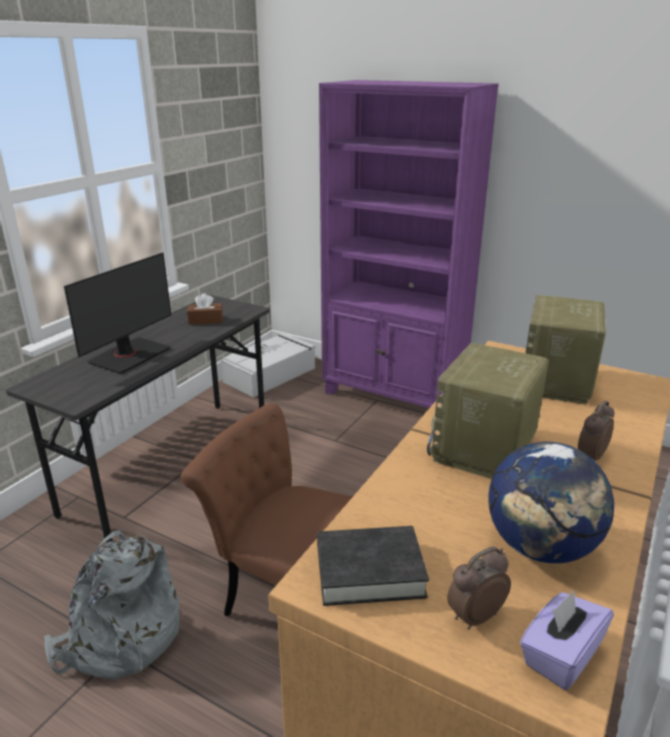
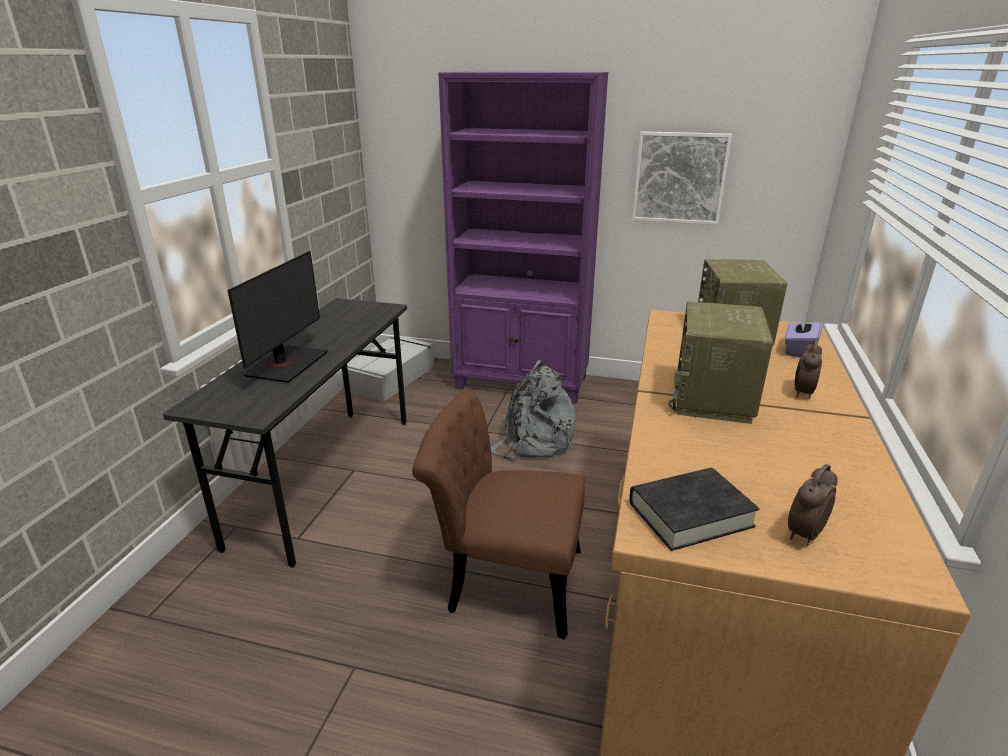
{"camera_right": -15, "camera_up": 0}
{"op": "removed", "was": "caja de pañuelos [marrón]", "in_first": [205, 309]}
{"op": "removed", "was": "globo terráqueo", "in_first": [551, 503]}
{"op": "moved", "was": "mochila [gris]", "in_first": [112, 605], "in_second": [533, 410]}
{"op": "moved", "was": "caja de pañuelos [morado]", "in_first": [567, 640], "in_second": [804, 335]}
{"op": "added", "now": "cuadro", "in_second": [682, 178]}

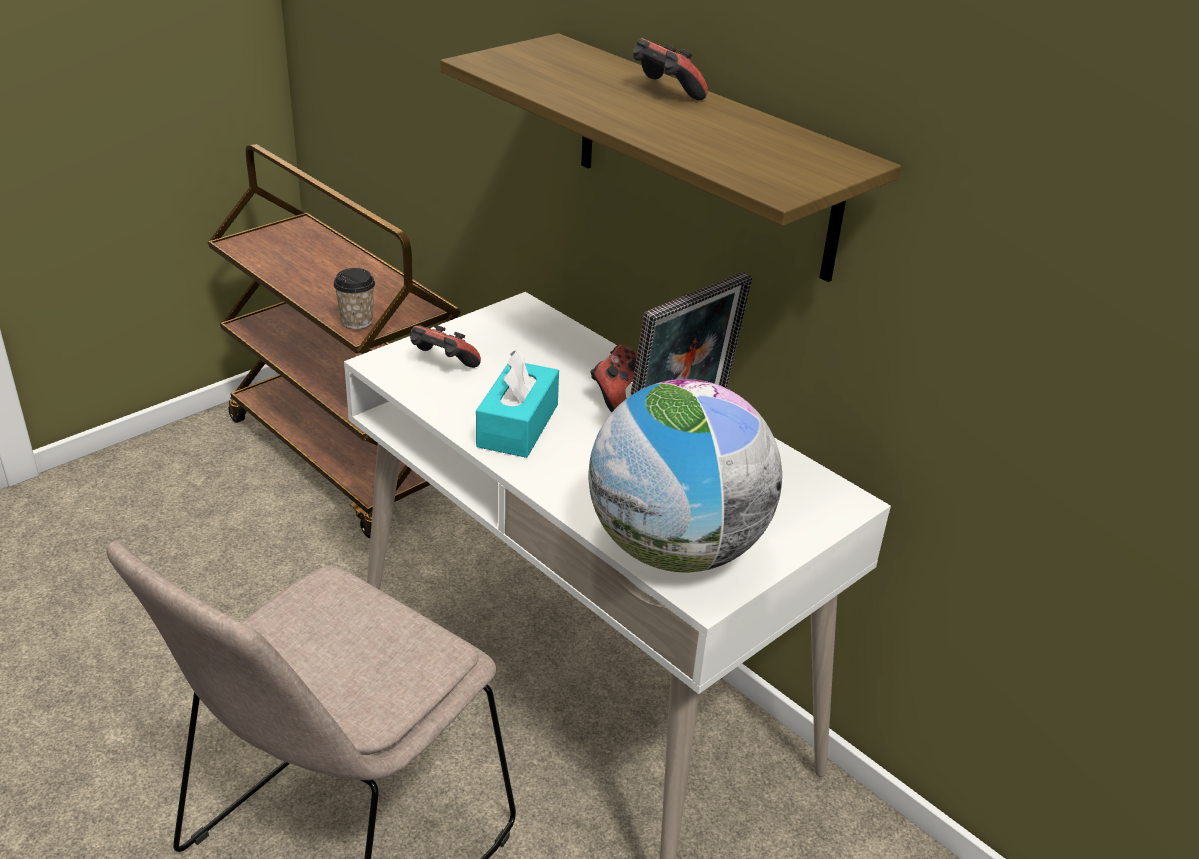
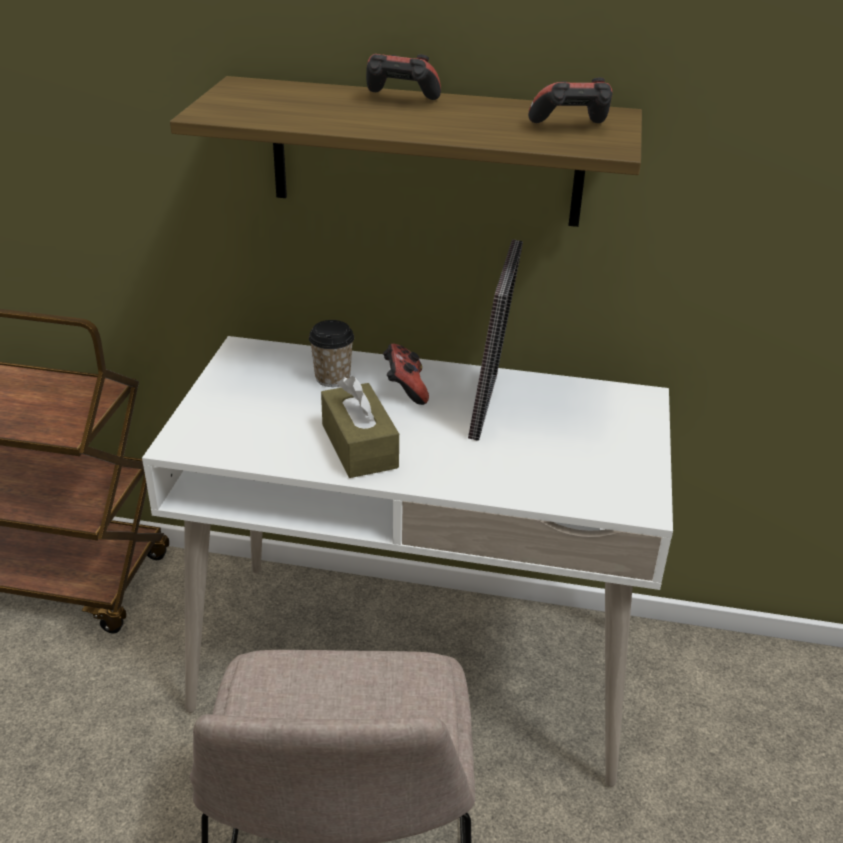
{"camera_right": -35, "camera_up": 0}
{"op": "moved", "was": "taza", "in_first": [354, 298], "in_second": [331, 353]}
{"op": "moved", "was": "mando de consola", "in_first": [445, 346], "in_second": [570, 100]}
{"op": "recoloured", "was": "caja de pañuelos [turquesa]", "now": "caja de pañuelos [marrón]", "in_first": [517, 404], "in_second": [360, 427]}
{"op": "removed", "was": "globo terráqueo", "in_first": [685, 475]}

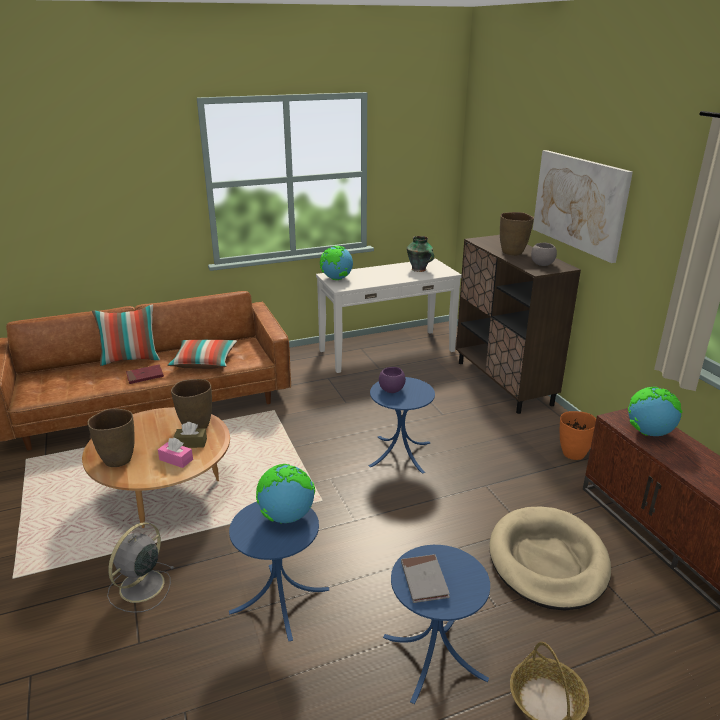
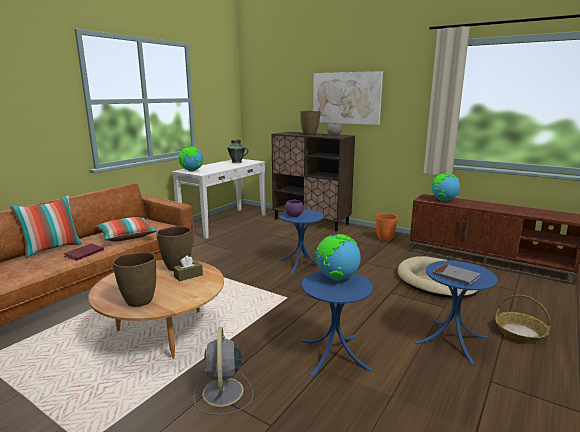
{"camera_right": -35, "camera_up": -10}
{"op": "removed", "was": "caja de pañuelos [rosa]", "in_first": [175, 453]}

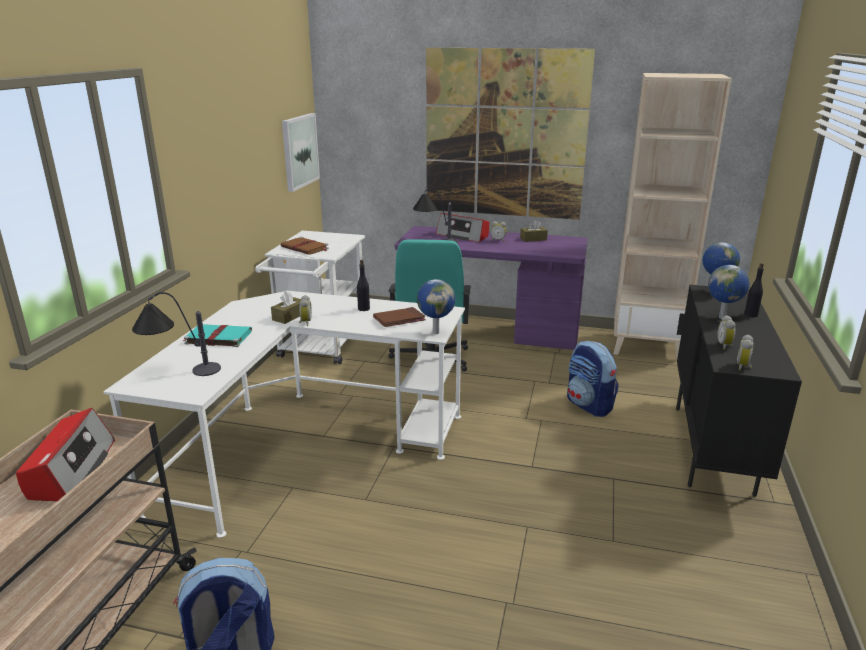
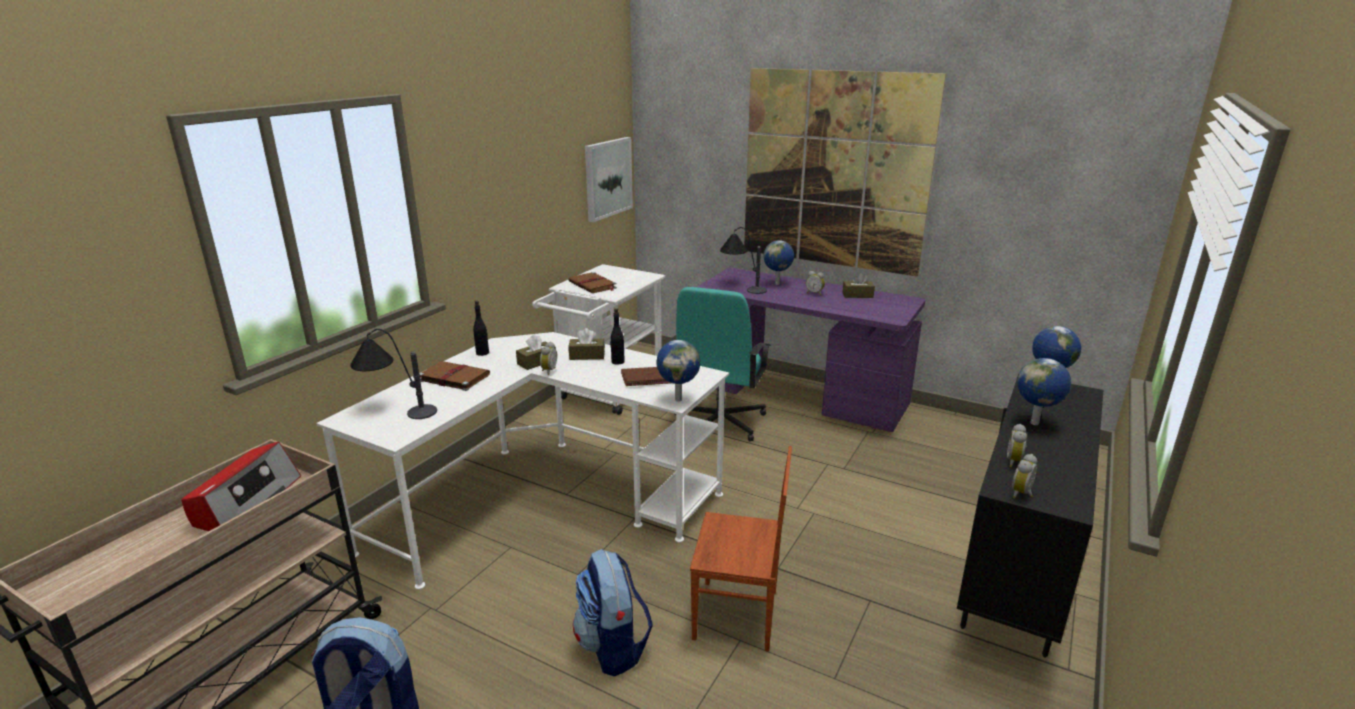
{"camera_right": 15, "camera_up": 0}
{"op": "removed", "was": "estantería [beis]", "in_first": [673, 216]}
{"op": "replaced", "was": "radio", "now": "globo terráqueo", "in_first": [462, 227], "in_second": [779, 262]}
{"op": "moved", "was": "botella [negro]", "in_first": [754, 290], "in_second": [481, 328]}
{"op": "recoloured", "was": "libro [turquesa]", "now": "libro [marrón]", "in_first": [217, 335], "in_second": [454, 376]}
{"op": "moved", "was": "mochila", "in_first": [593, 379], "in_second": [613, 612]}
{"op": "added", "now": "caja de pañuelos [marrón]", "in_second": [586, 344]}
{"op": "added", "now": "silla [marrón]", "in_second": [741, 548]}

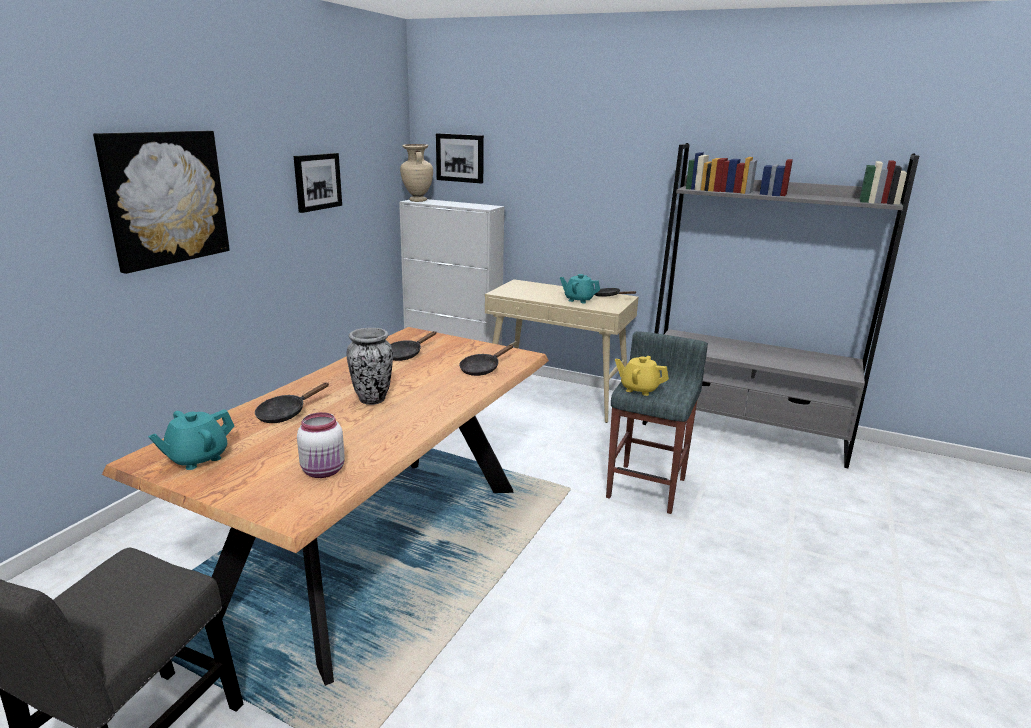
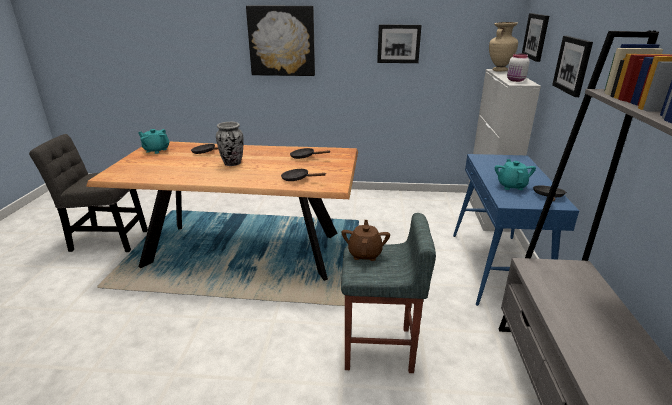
{"camera_right": 70, "camera_up": 5}
{"op": "recoloured", "was": "mesa consola [beis]", "now": "mesa consola [azul]", "in_first": [562, 351], "in_second": [516, 230]}
{"op": "recoloured", "was": "tetera [amarillo]", "now": "tetera [marrón]", "in_first": [642, 376], "in_second": [366, 240]}
{"op": "moved", "was": "tarro [blanco]", "in_first": [321, 445], "in_second": [518, 67]}
{"op": "added", "now": "cuadro", "in_second": [572, 66]}

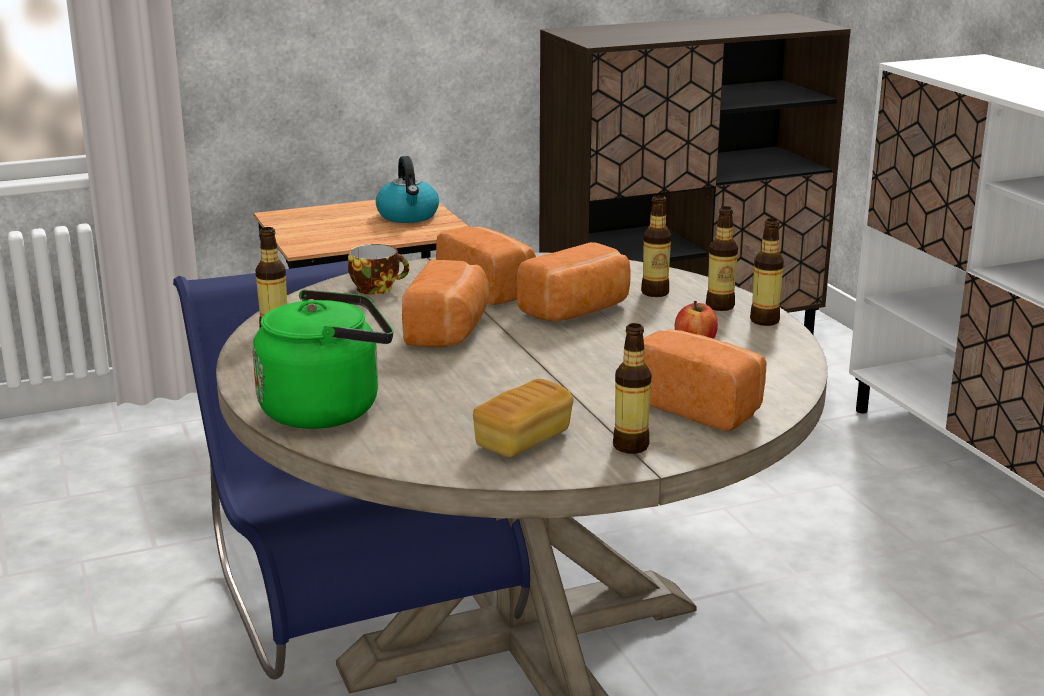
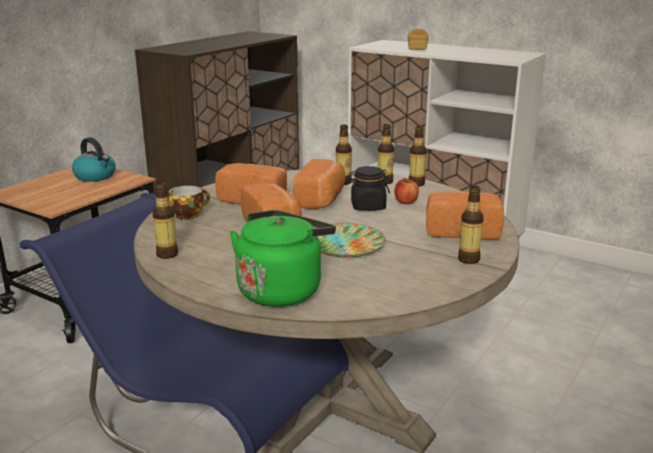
{"camera_right": -35, "camera_up": 0}
{"op": "moved", "was": "pan", "in_first": [523, 418], "in_second": [418, 39]}
{"op": "added", "now": "tarro [negro]", "in_second": [368, 188]}
{"op": "added", "now": "plato", "in_second": [350, 240]}

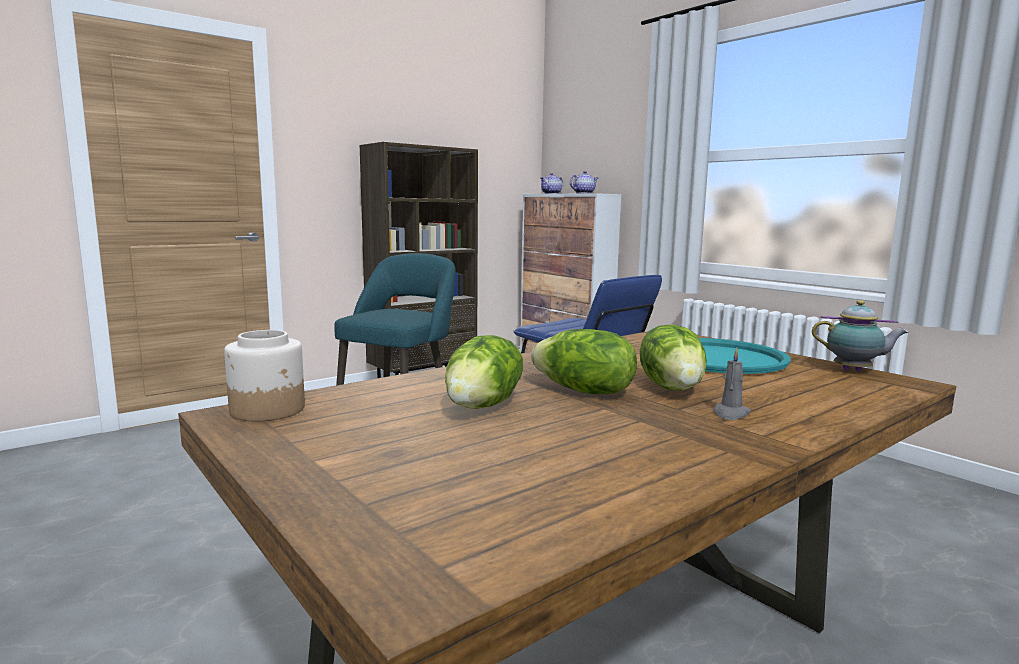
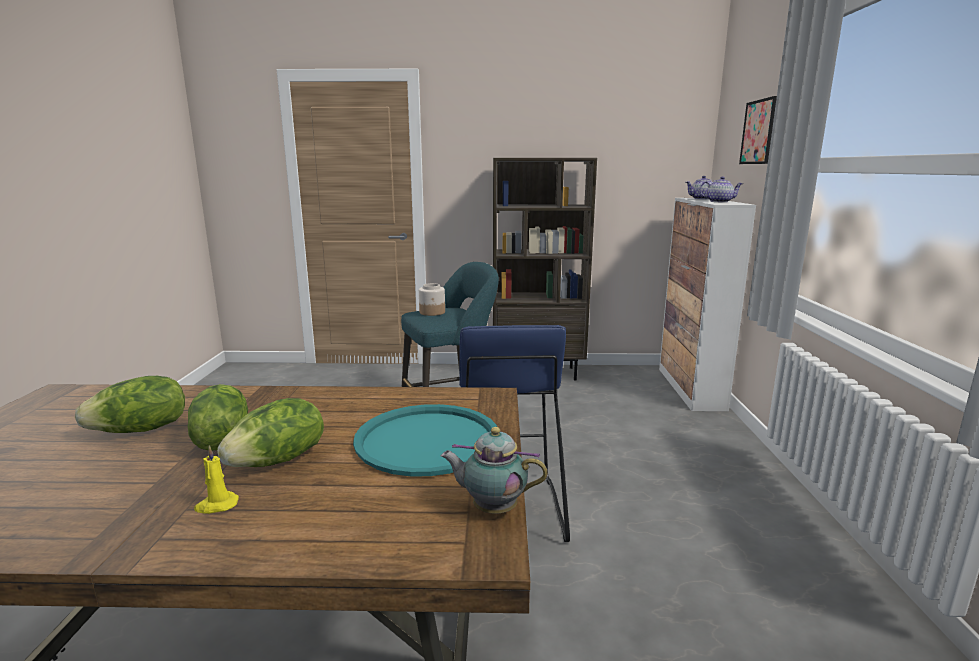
{"camera_right": 40, "camera_up": 5}
{"op": "turned", "was": "tetera", "in_first": [860, 336], "in_second": [494, 470], "clockwise": 135}
{"op": "moved", "was": "tarro", "in_first": [264, 375], "in_second": [432, 299]}
{"op": "recoloured", "was": "vela [gris]", "now": "vela [amarillo]", "in_first": [732, 383], "in_second": [216, 480]}
{"op": "added", "now": "cuadro", "in_second": [758, 130]}

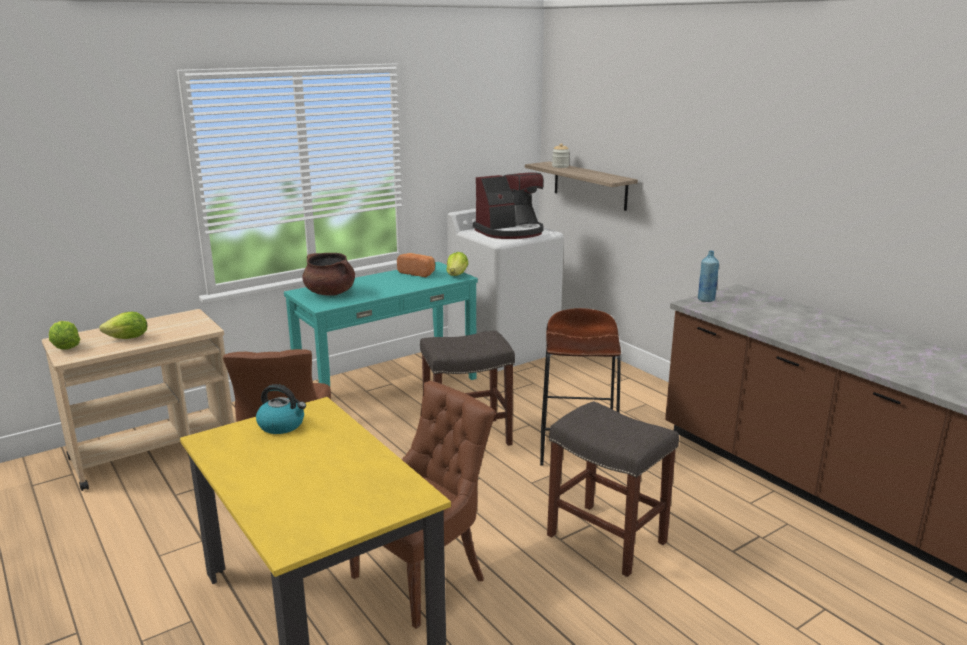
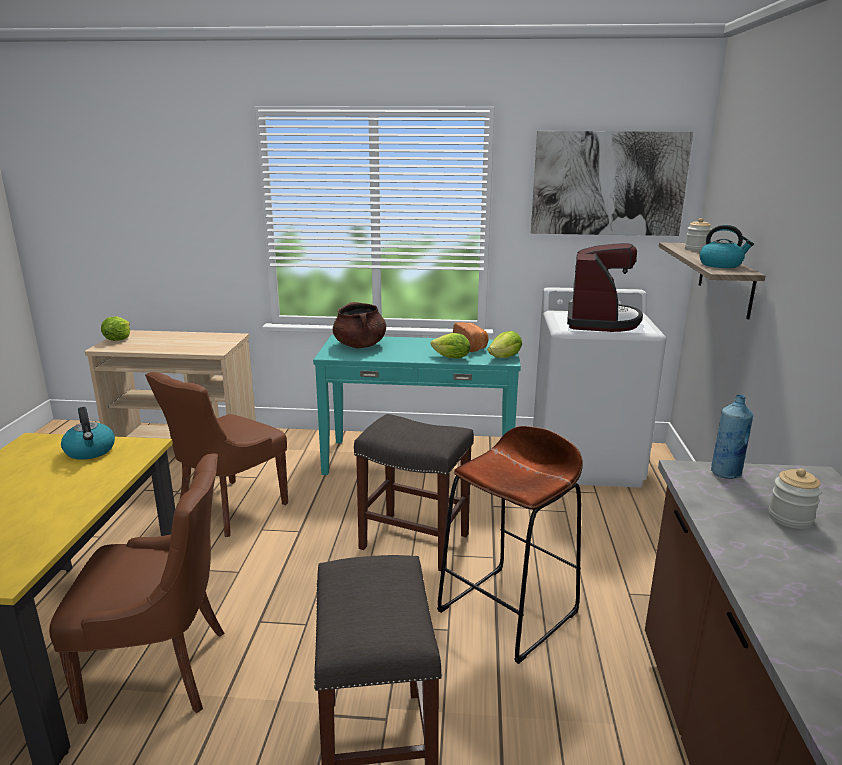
{"camera_right": 40, "camera_up": 0}
{"op": "turned", "was": "cafetera", "in_first": [508, 205], "in_second": [605, 287], "clockwise": -90}
{"op": "moved", "was": "lechuga", "in_first": [123, 325], "in_second": [450, 346]}
{"op": "added", "now": "cuadro", "in_second": [612, 183]}
{"op": "added", "now": "hervidor", "in_second": [726, 246]}
{"op": "added", "now": "tarro", "in_second": [795, 498]}

